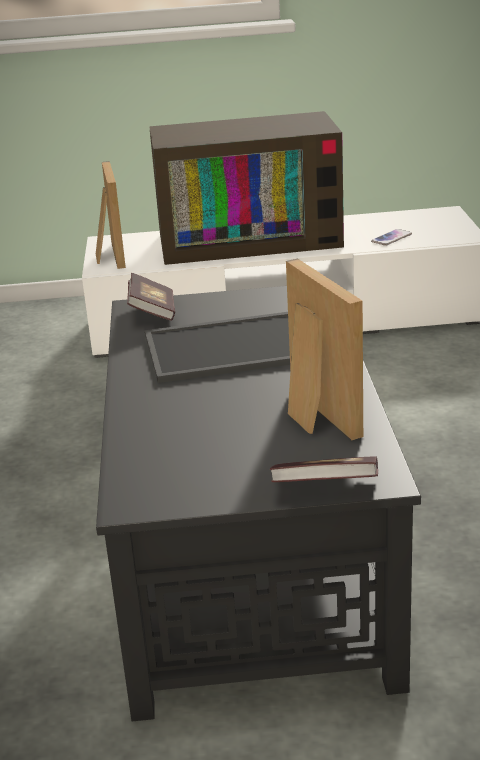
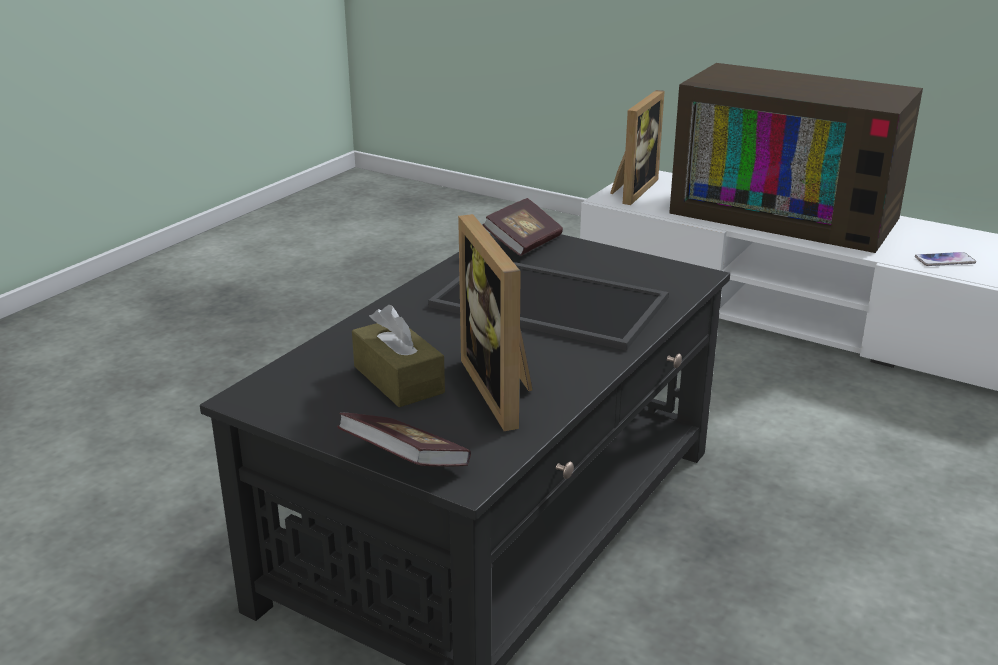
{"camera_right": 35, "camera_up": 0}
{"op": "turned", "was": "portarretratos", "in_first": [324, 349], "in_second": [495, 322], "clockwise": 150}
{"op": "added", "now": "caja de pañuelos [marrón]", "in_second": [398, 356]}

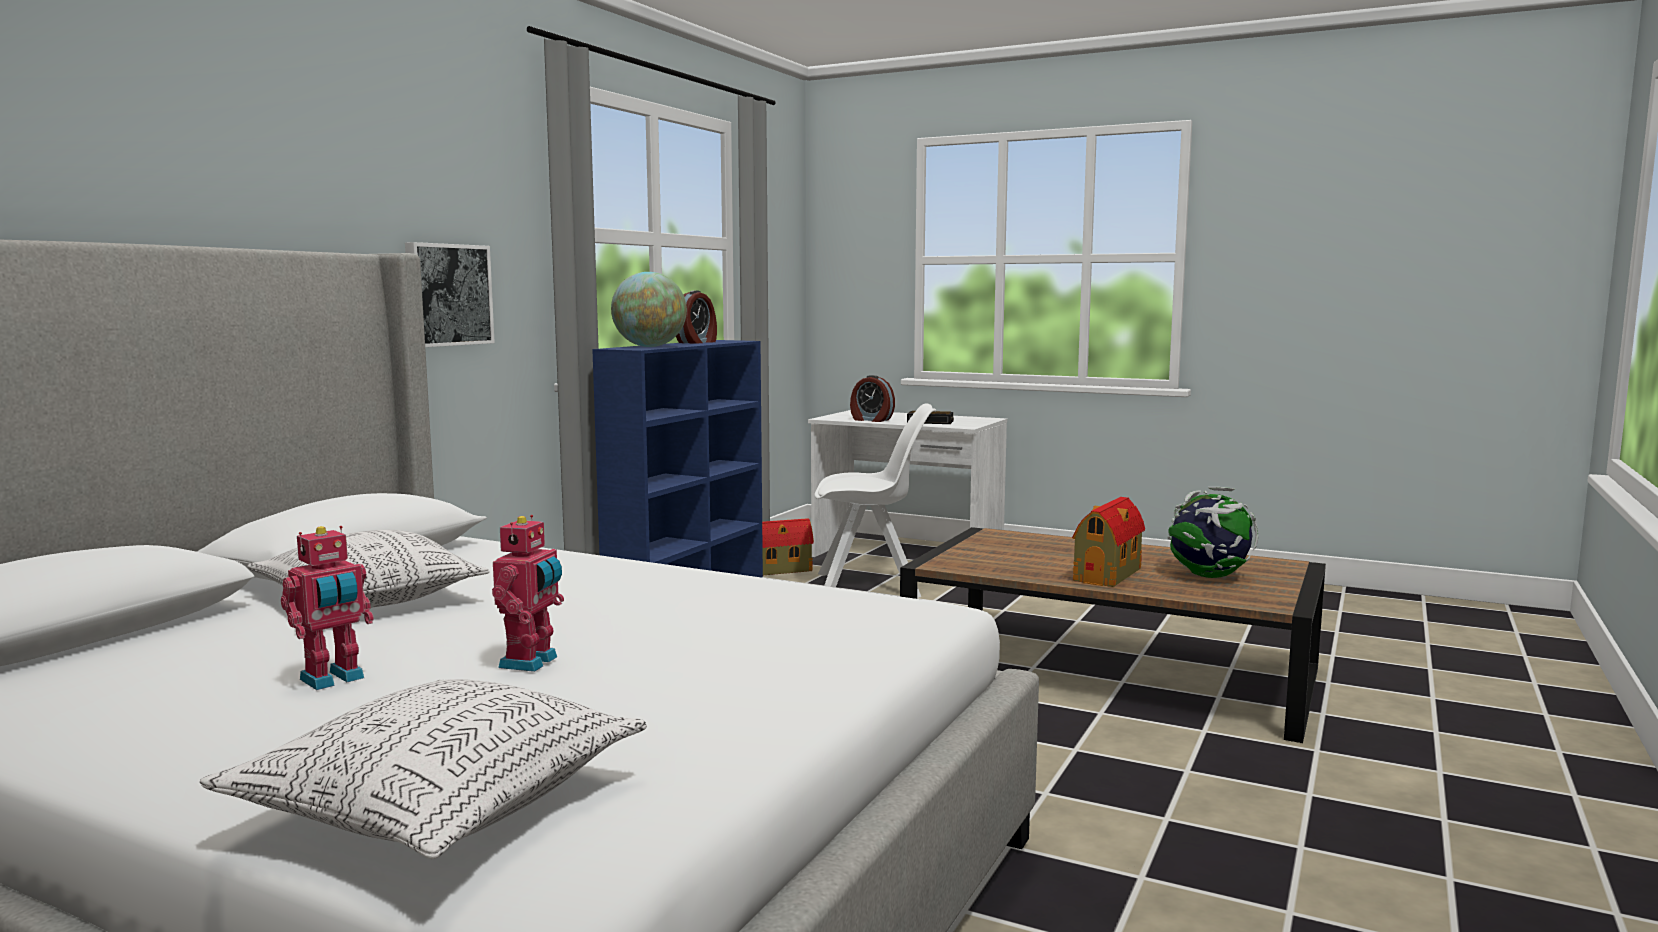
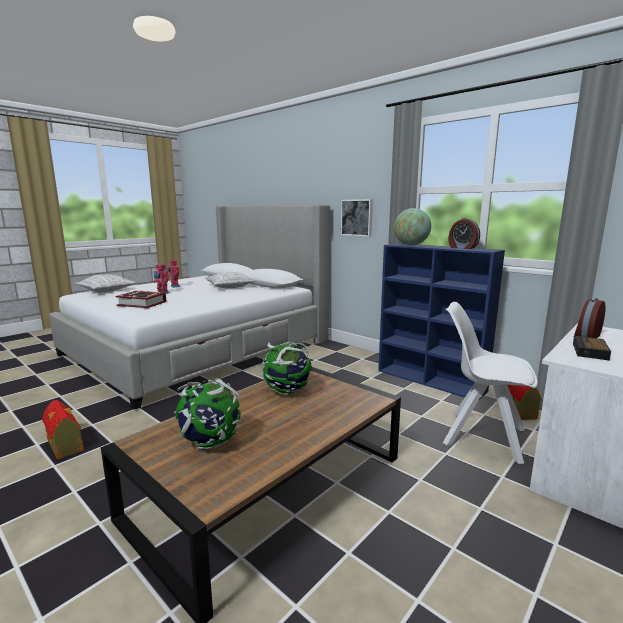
{"camera_right": 105, "camera_up": 5}
{"op": "turned", "was": "silla [blanco]", "in_first": [875, 500], "in_second": [490, 383], "clockwise": 105}
{"op": "moved", "was": "casita", "in_first": [1108, 542], "in_second": [63, 430]}
{"op": "added", "now": "libro", "in_second": [141, 299]}
{"op": "added", "now": "globo terráqueo", "in_second": [287, 368]}

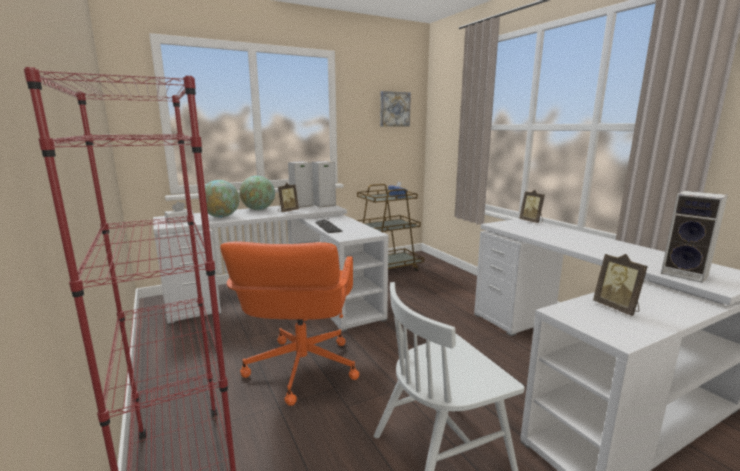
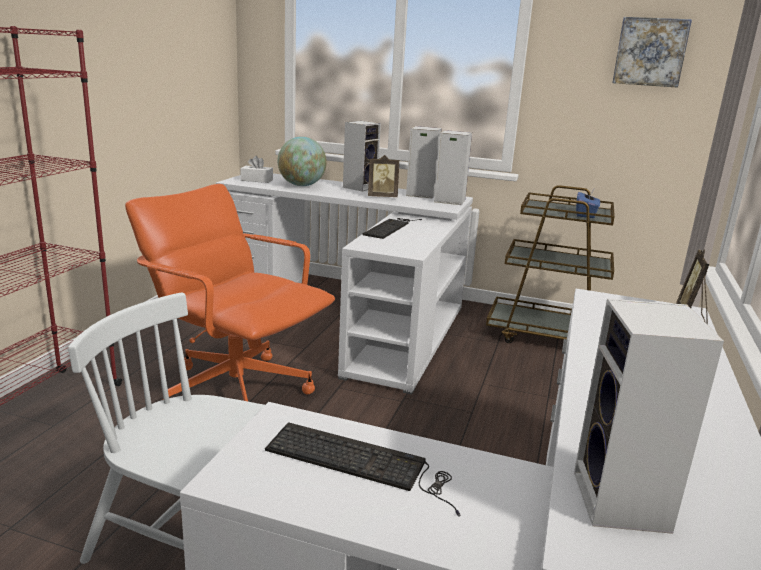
{"camera_right": 45, "camera_up": 5}
{"op": "replaced", "was": "globo terráqueo", "now": "altavoz", "in_first": [257, 193], "in_second": [362, 156]}
{"op": "turned", "was": "silla de oficina [naranja]", "in_first": [289, 323], "in_second": [230, 292], "clockwise": 75}
{"op": "replaced", "was": "portarretratos", "now": "teclado", "in_first": [620, 285], "in_second": [362, 469]}

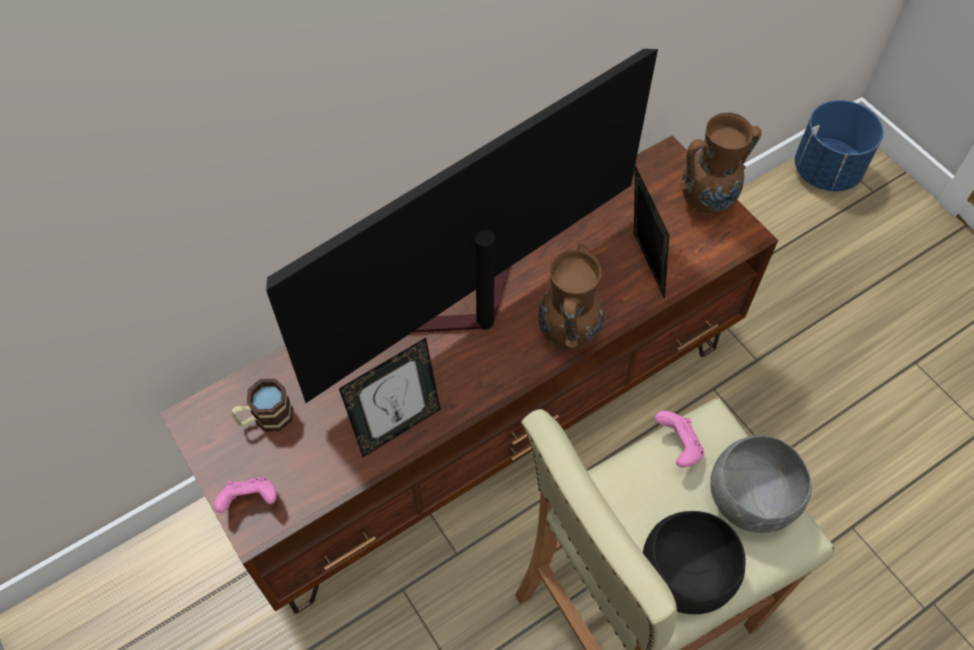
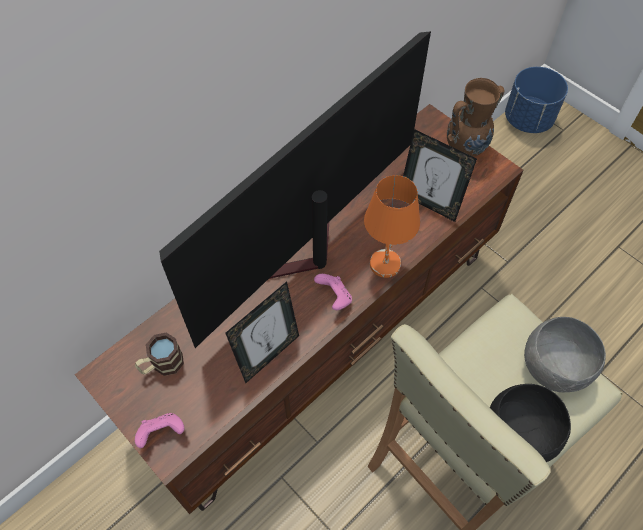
{"camera_right": -10, "camera_up": 0}
{"op": "turned", "was": "portarretratos", "in_first": [651, 232], "in_second": [440, 175], "clockwise": 150}
{"op": "replaced", "was": "florero [marrón]", "now": "lámpara de mesa [naranja]", "in_first": [571, 297], "in_second": [392, 226]}
{"op": "moved", "was": "mando de consola [rosa]", "in_first": [679, 439], "in_second": [333, 292]}

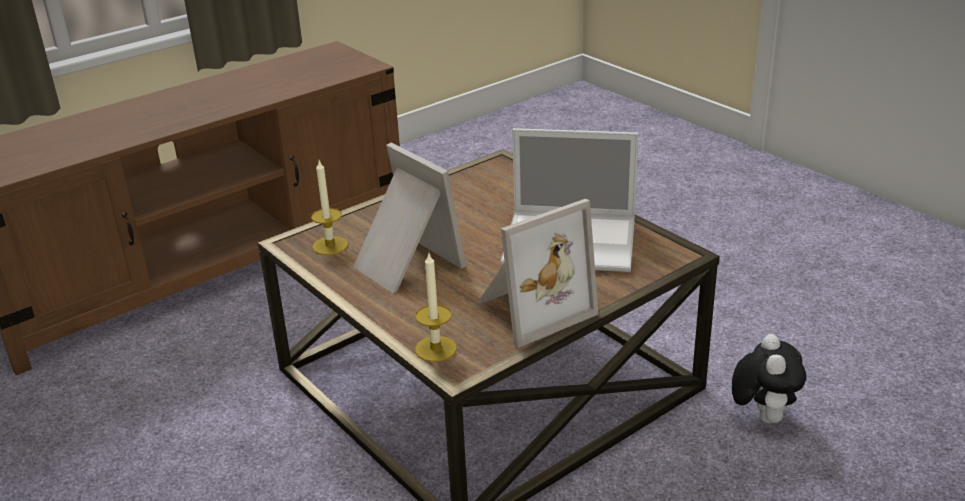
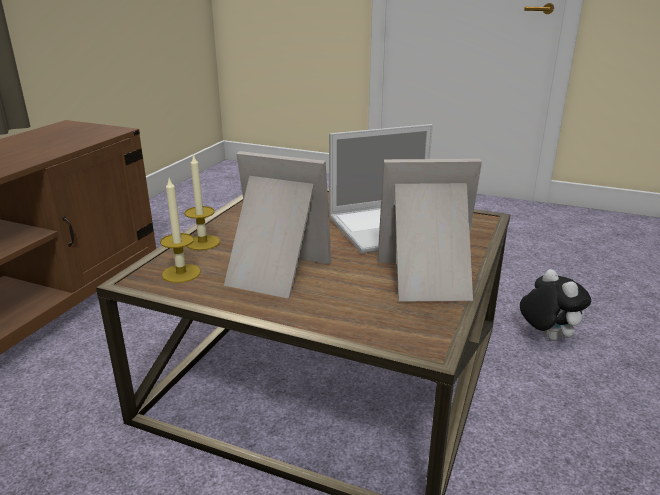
{"camera_right": -30, "camera_up": -5}
{"op": "turned", "was": "portarretratos", "in_first": [538, 273], "in_second": [430, 230], "clockwise": -120}
{"op": "moved", "was": "vela", "in_first": [436, 307], "in_second": [202, 201]}

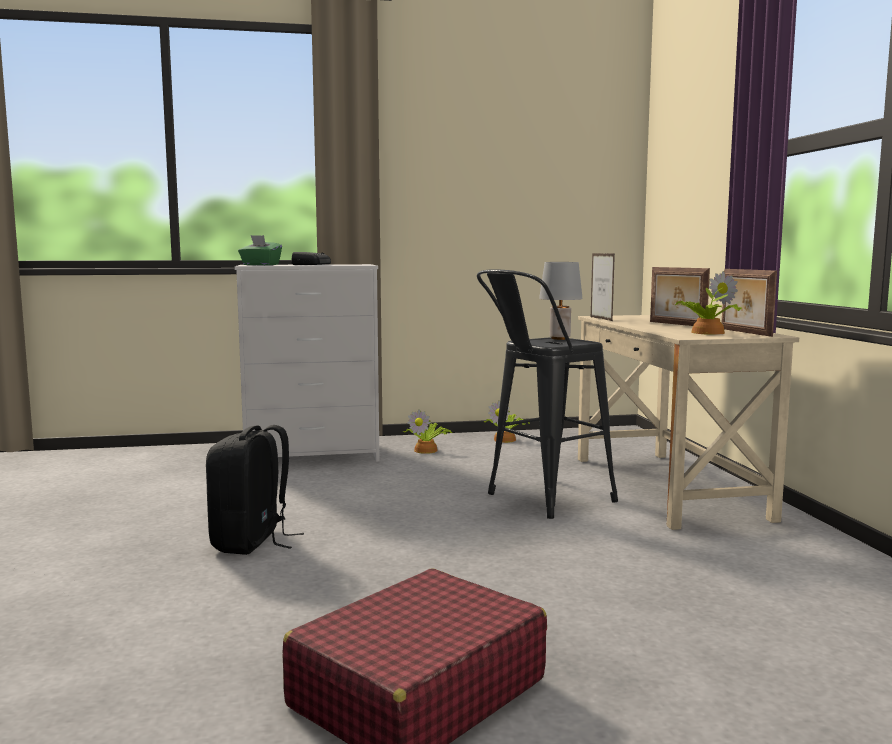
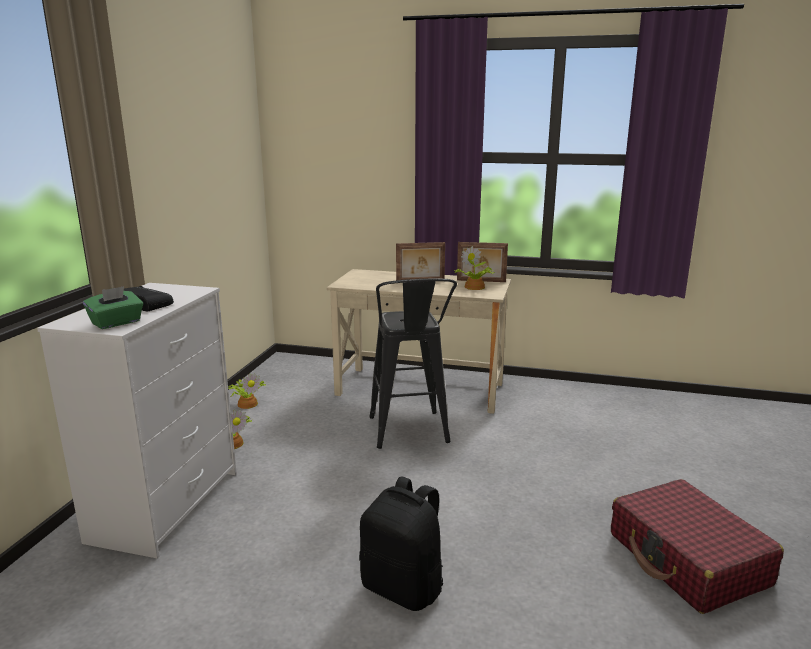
{"camera_right": -65, "camera_up": 10}
{"op": "removed", "was": "portarretratos", "in_first": [603, 287]}
{"op": "removed", "was": "lámpara de mesa [gris]", "in_first": [561, 301]}

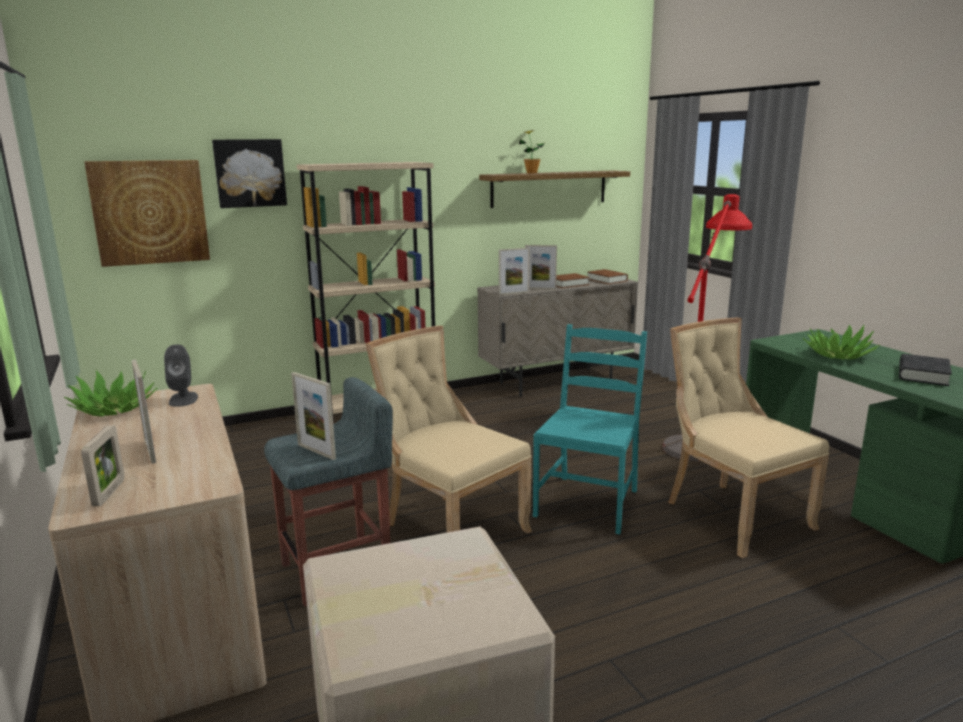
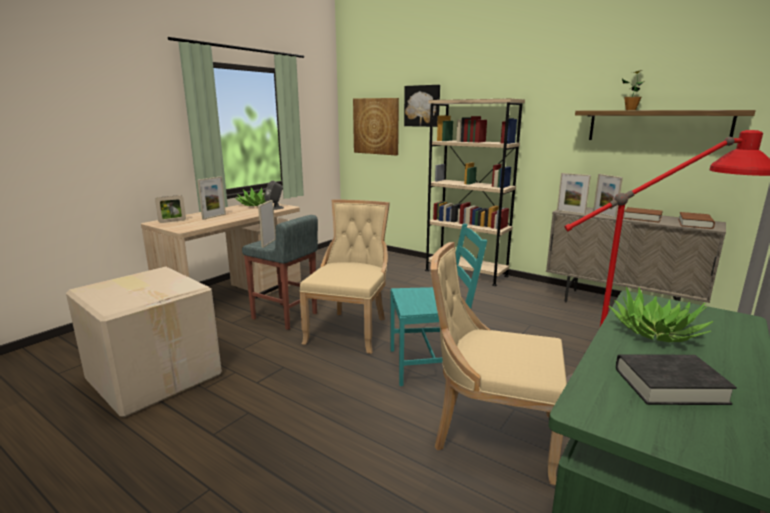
{"camera_right": 60, "camera_up": 0}
{"op": "turned", "was": "silla [beis]", "in_first": [749, 438], "in_second": [499, 363], "clockwise": -105}

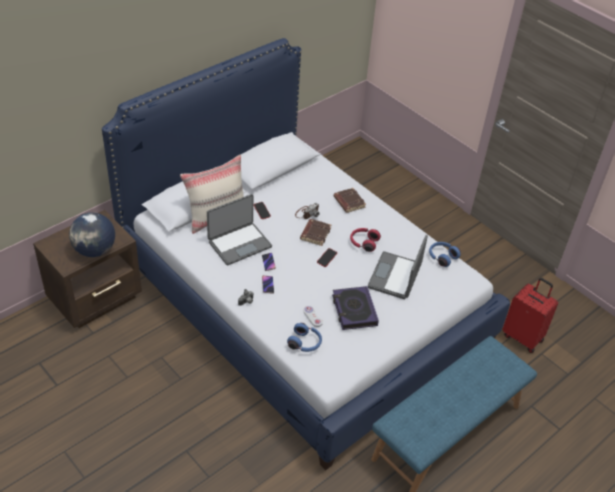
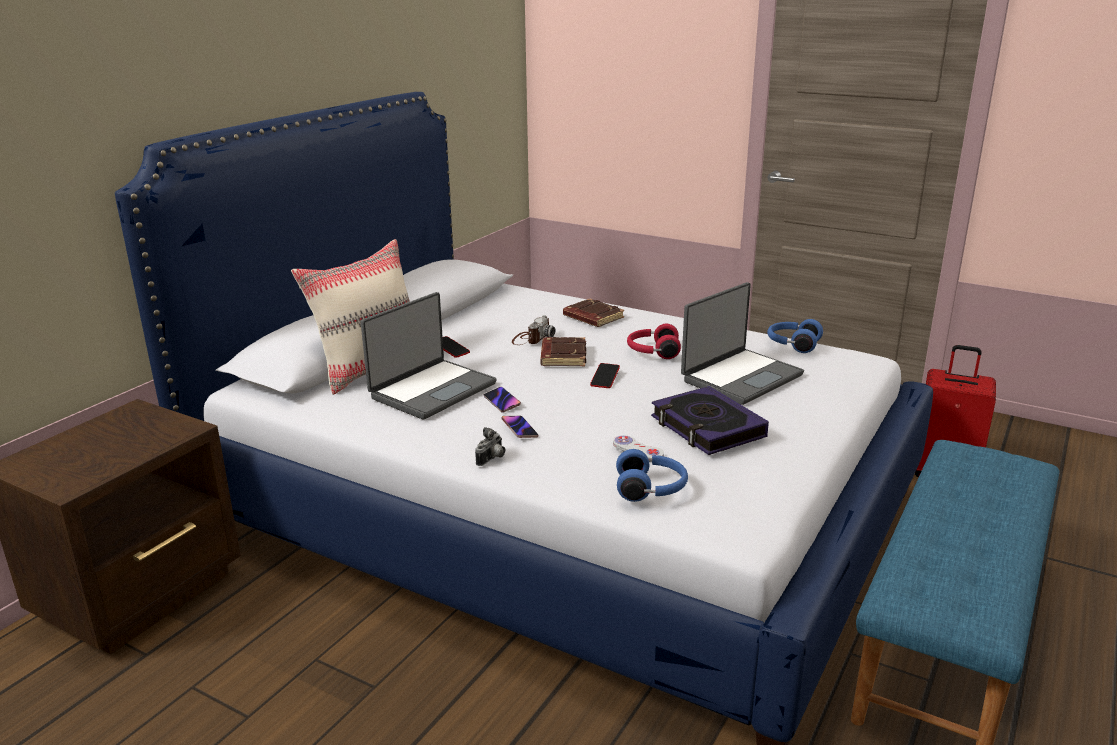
{"camera_right": -15, "camera_up": -20}
{"op": "removed", "was": "globo terráqueo", "in_first": [92, 234]}
{"op": "turned", "was": "portátil", "in_first": [398, 267], "in_second": [742, 343], "clockwise": -135}

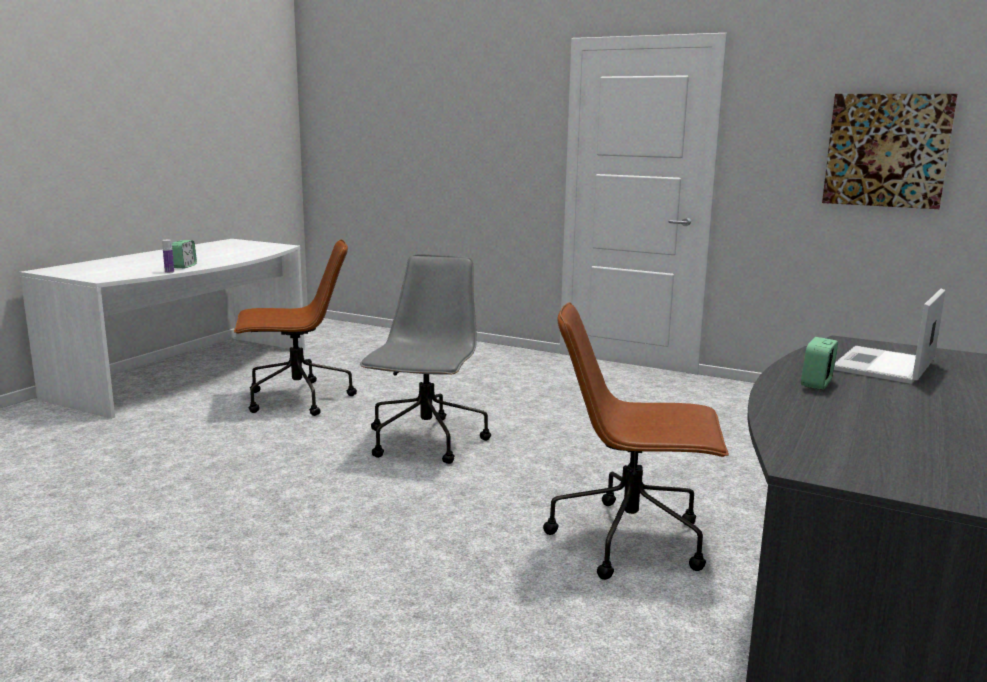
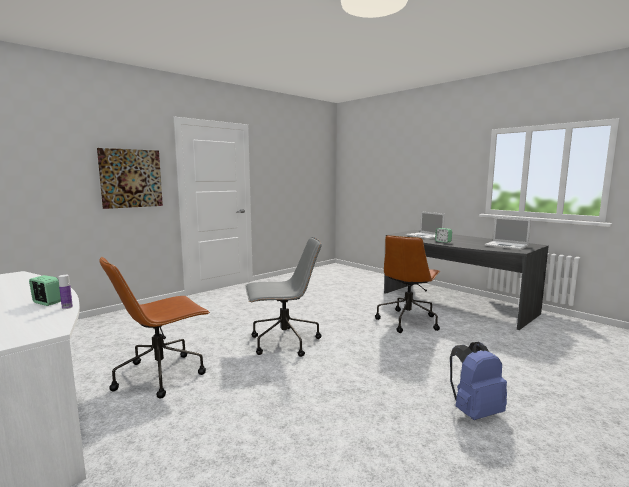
{"camera_right": -70, "camera_up": -5}
{"op": "moved", "was": "cuadro", "in_first": [889, 151], "in_second": [130, 178]}
{"op": "turned", "was": "silla de oficina [marrón]", "in_first": [295, 327], "in_second": [154, 327], "clockwise": -135}
{"op": "turned", "was": "silla de oficina [gris]", "in_first": [425, 359], "in_second": [283, 297], "clockwise": 135}
{"op": "added", "now": "portátil", "in_second": [508, 233]}
{"op": "added", "now": "mochila [azul]", "in_second": [478, 381]}

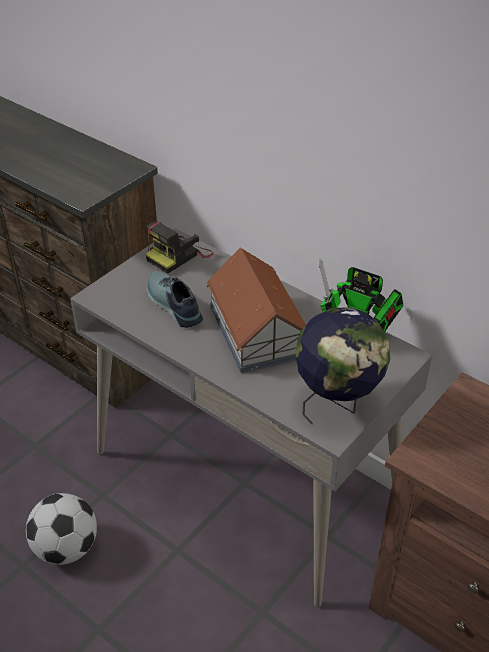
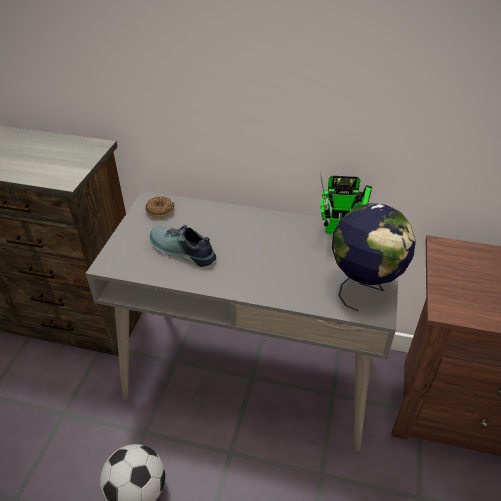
{"camera_right": -25, "camera_up": 0}
{"op": "replaced", "was": "cámara", "now": "rosquilla", "in_first": [179, 247], "in_second": [159, 207]}
{"op": "removed", "was": "casita", "in_first": [256, 310]}

